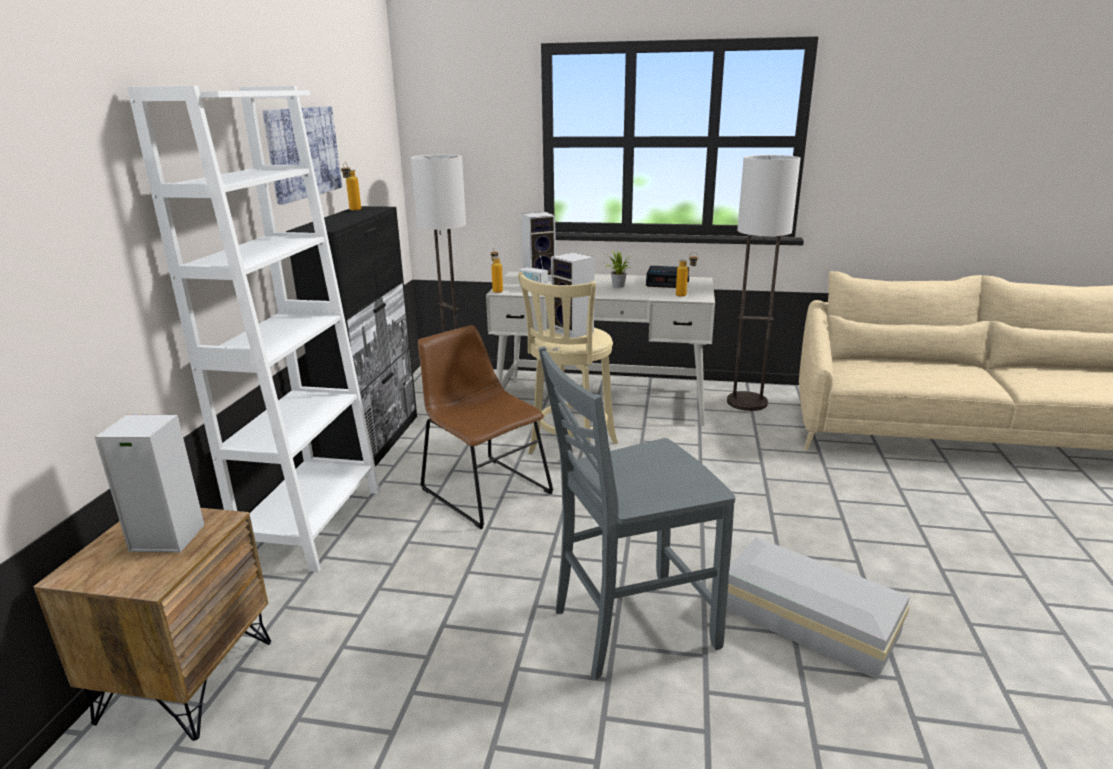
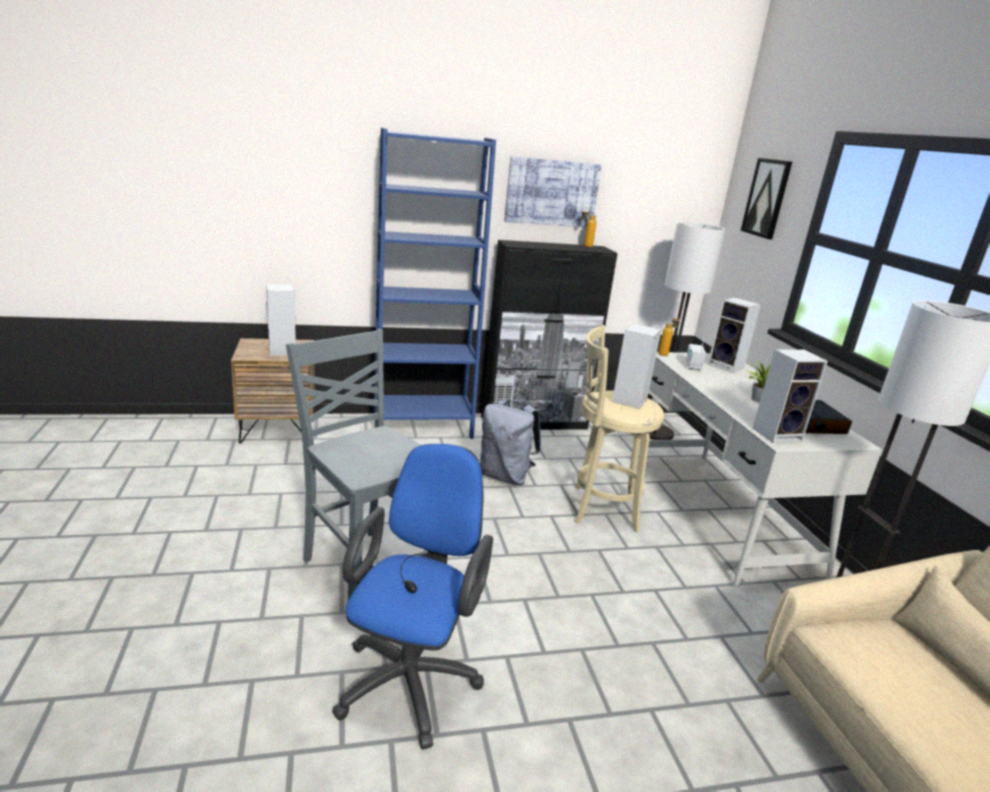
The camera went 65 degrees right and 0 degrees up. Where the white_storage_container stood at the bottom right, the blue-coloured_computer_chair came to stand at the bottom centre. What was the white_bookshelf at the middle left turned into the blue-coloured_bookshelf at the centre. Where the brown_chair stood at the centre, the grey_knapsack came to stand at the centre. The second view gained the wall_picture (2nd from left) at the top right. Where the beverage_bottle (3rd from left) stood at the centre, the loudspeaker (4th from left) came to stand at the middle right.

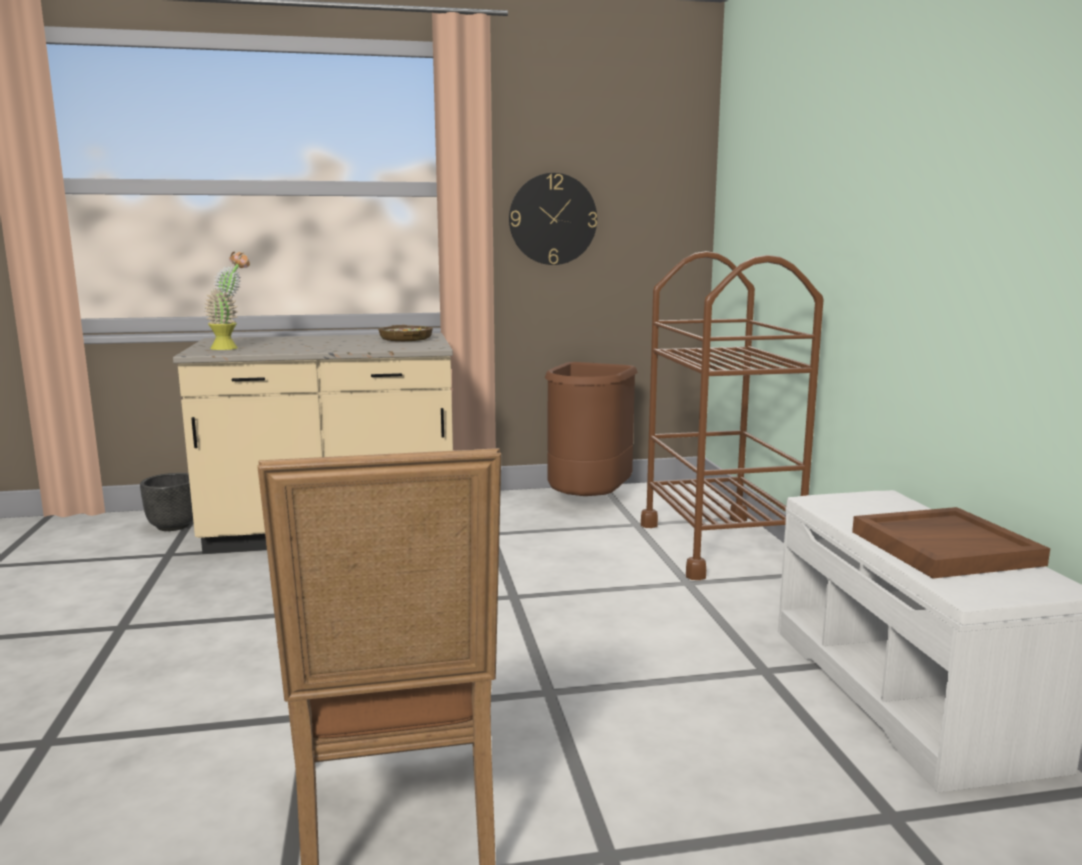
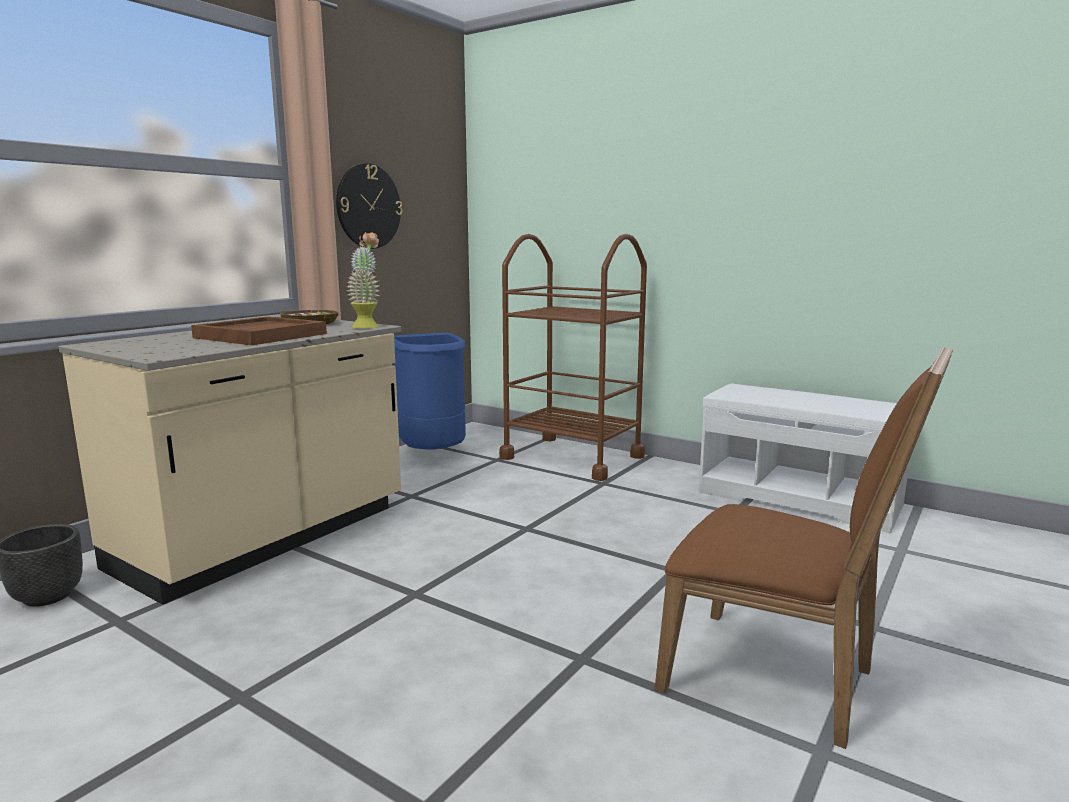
The camera went 45 degrees left and 0 degrees up. The brown_serving_tray ended up elsewhere, having gone from the middle right to the middle left. The potted_plant ended up elsewhere, having gone from the middle left to the centre. What was the brown_trash_can at the centre turned into the blue-coloured_trash_can at the centre.

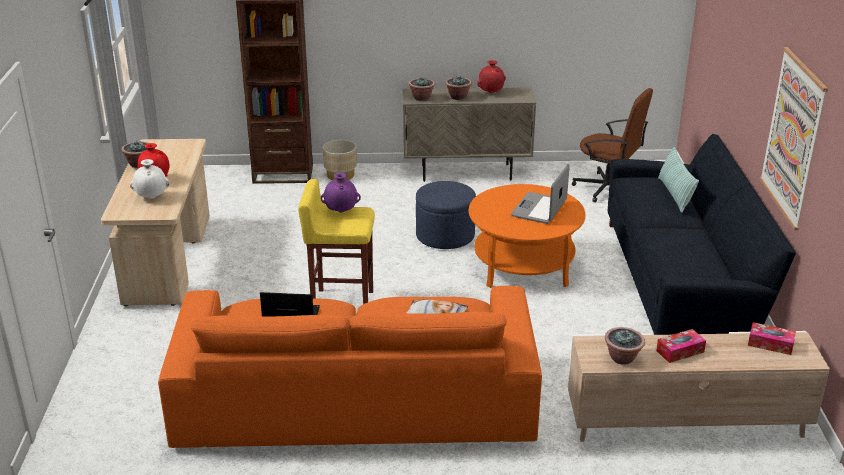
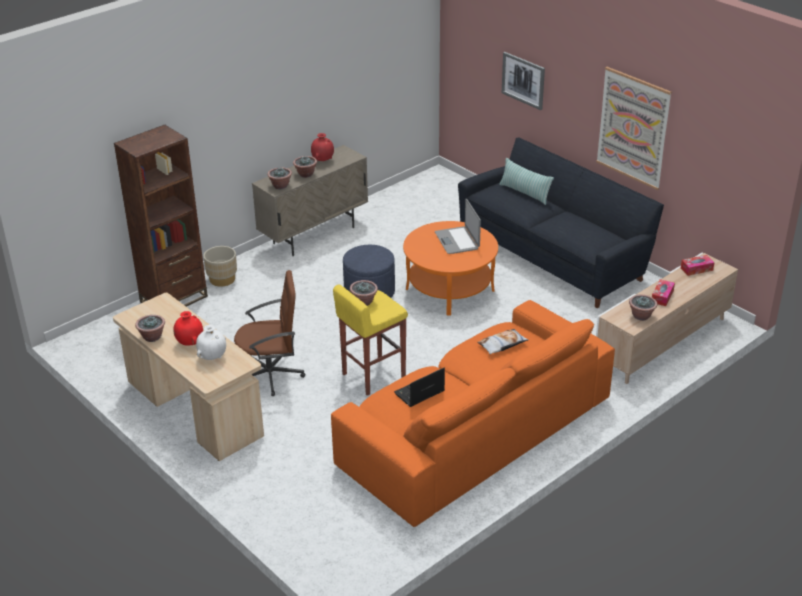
The camera went 40 degrees left and 5 degrees up. The brown_computer_chair ended up elsewhere, having gone from the top right to the centre. Where the purple-coloured_flower_vase stood at the centre, the potted_plant (4th from left) came to stand at the centre. The second view gained the wall_picture (1st from left) at the top centre.

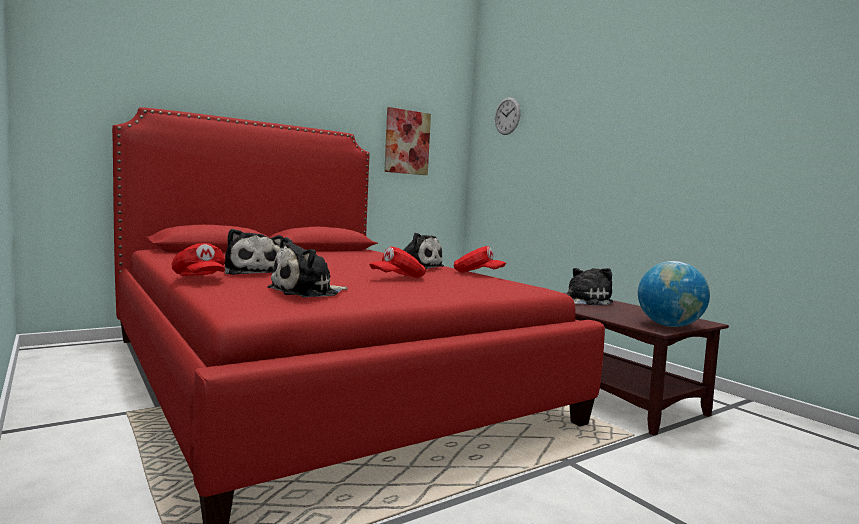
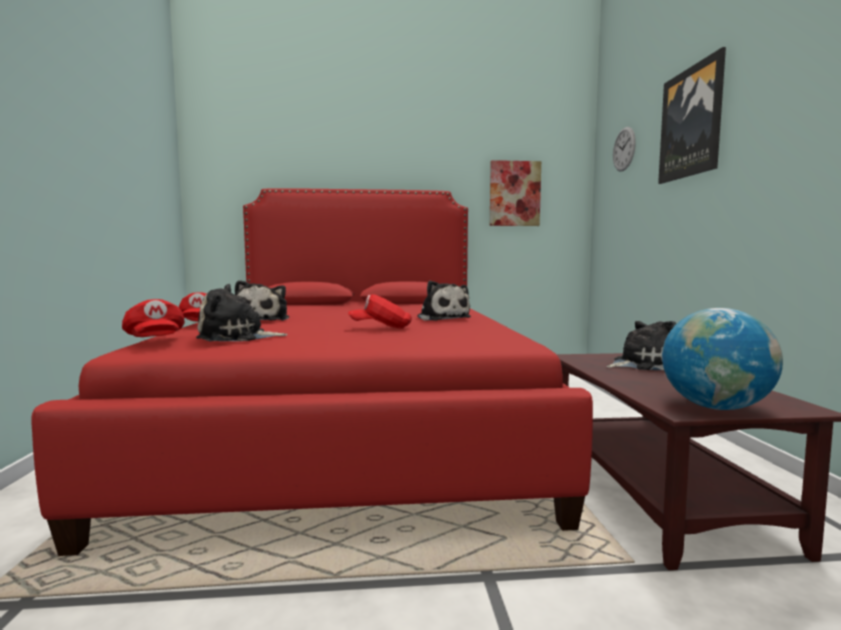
The camera went 30 degrees right and 0 degrees up. The reddish_peaked_cap (3rd from left in the first image) ended up elsewhere, having gone from the centre to the middle left. The second view gained the wall_picture (2nd from left) at the top right.

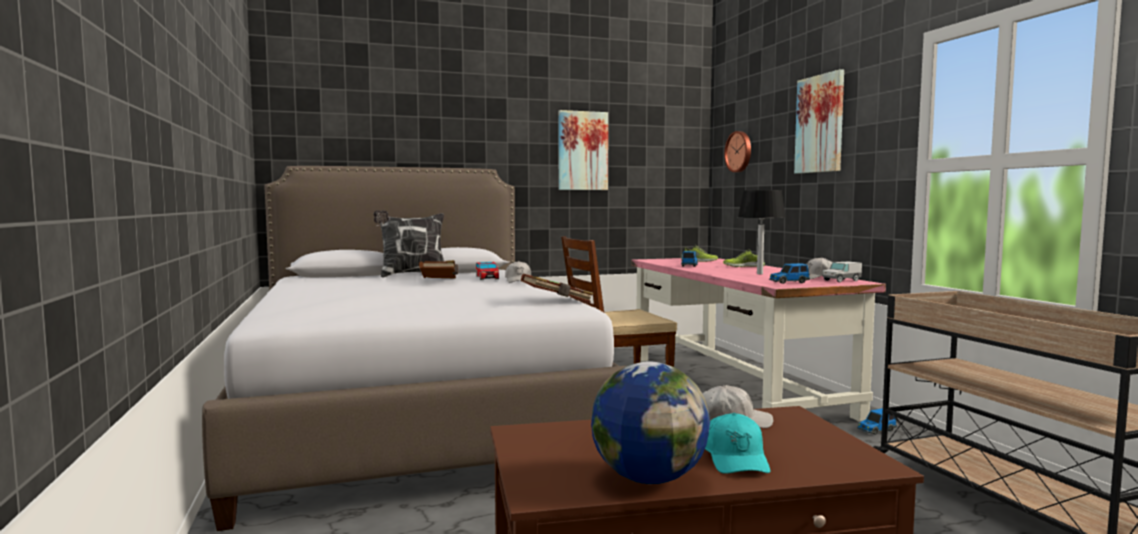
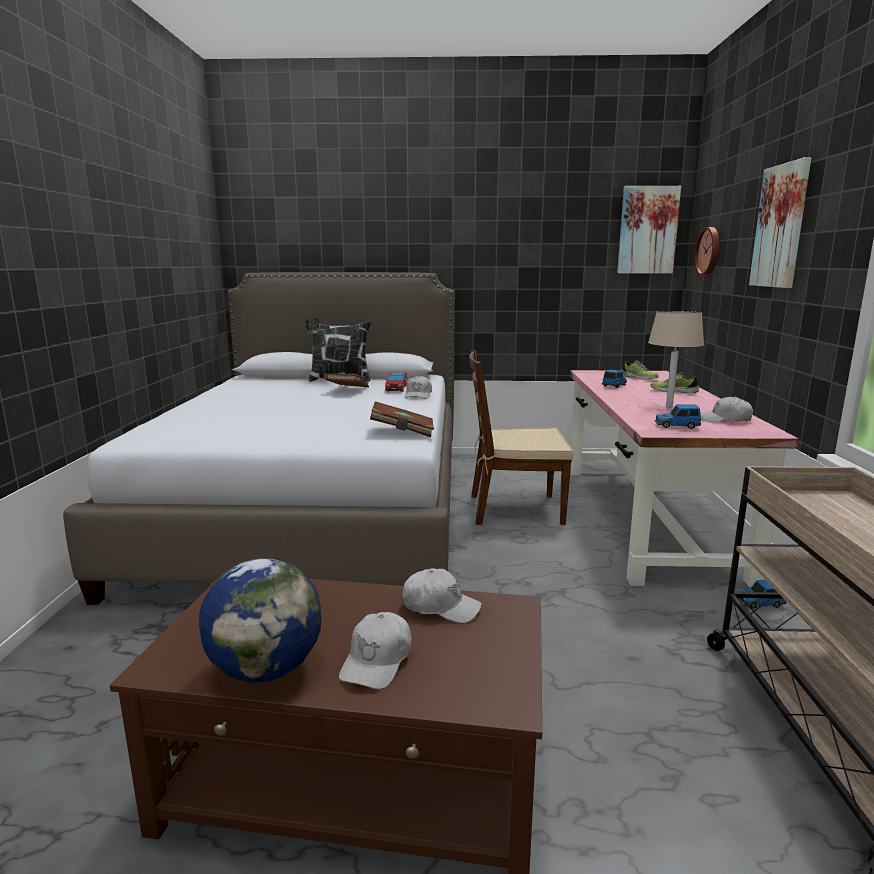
The camera went 20 degrees right and 10 degrees up. What was the turquoise_peaked_cap at the bottom centre turned into the white_peaked_cap (1st from left) at the bottom centre. The wall_picture (1st from left) ended up elsewhere, having gone from the top centre to the top right. What was the black_table_lamp at the middle right turned into the beige-coloured_table_lamp at the middle right. The second view lost the toy_lorry at the middle right.

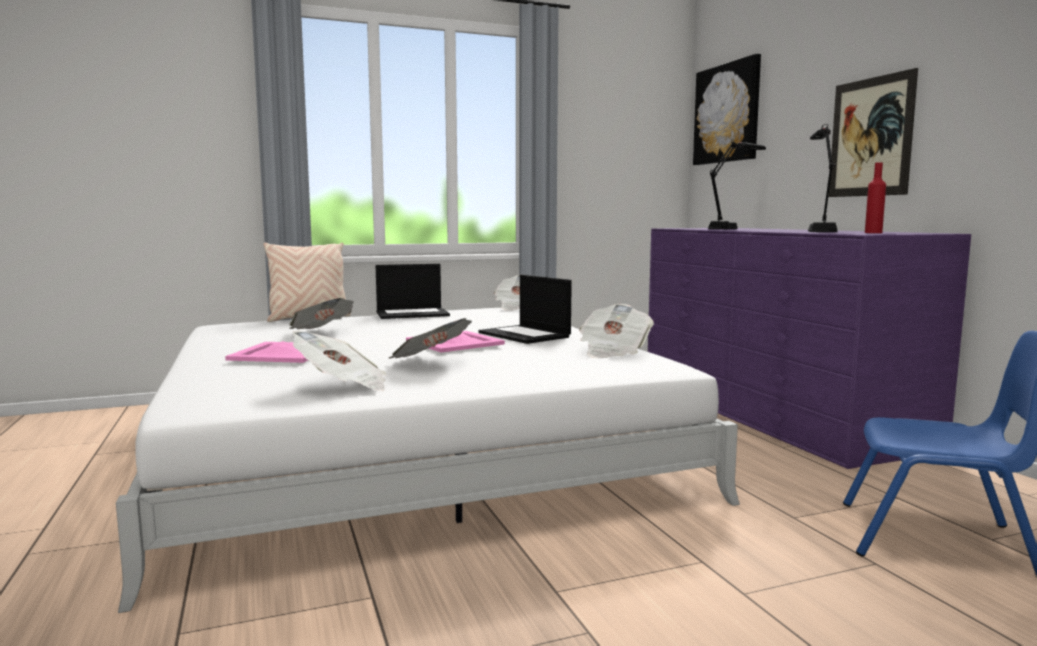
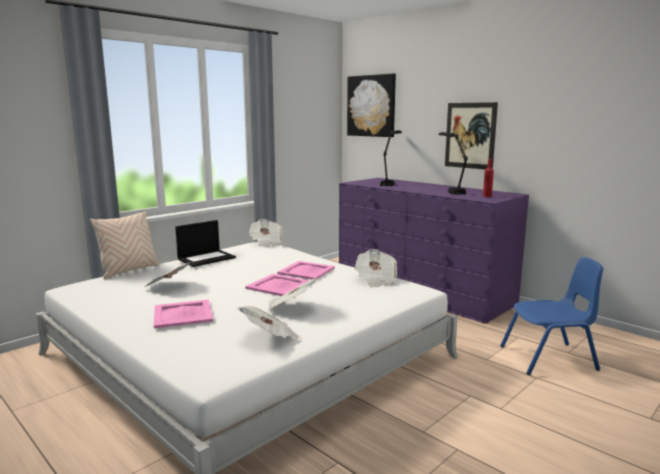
The camera went 25 degrees left and 5 degrees up. Where the notebook_computer (2nd from left) stood at the centre, the pinkish_serving_tray (3rd from left) came to stand at the centre.

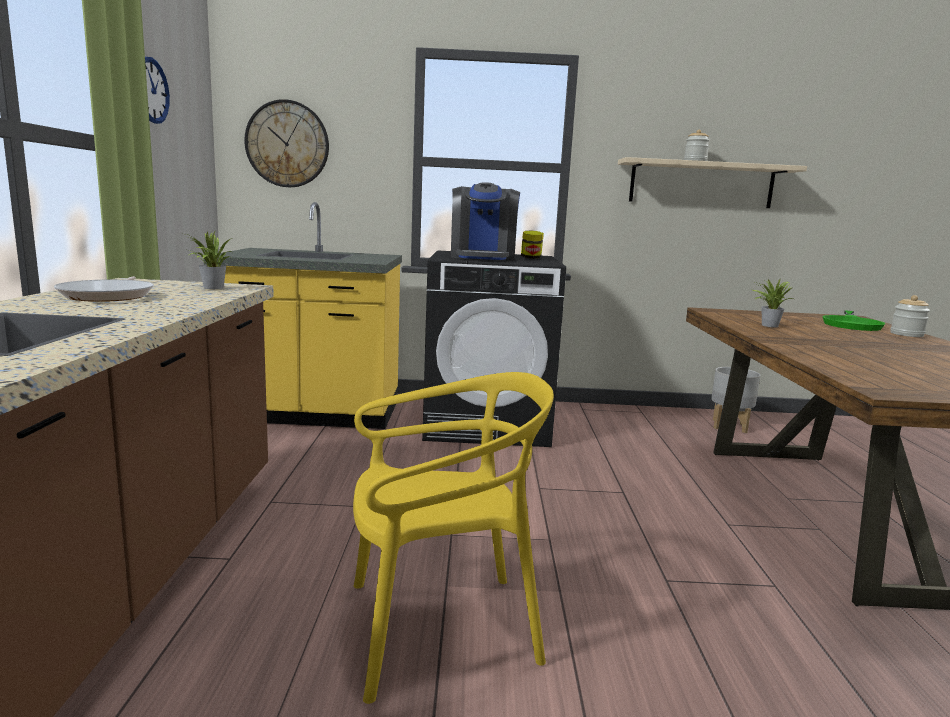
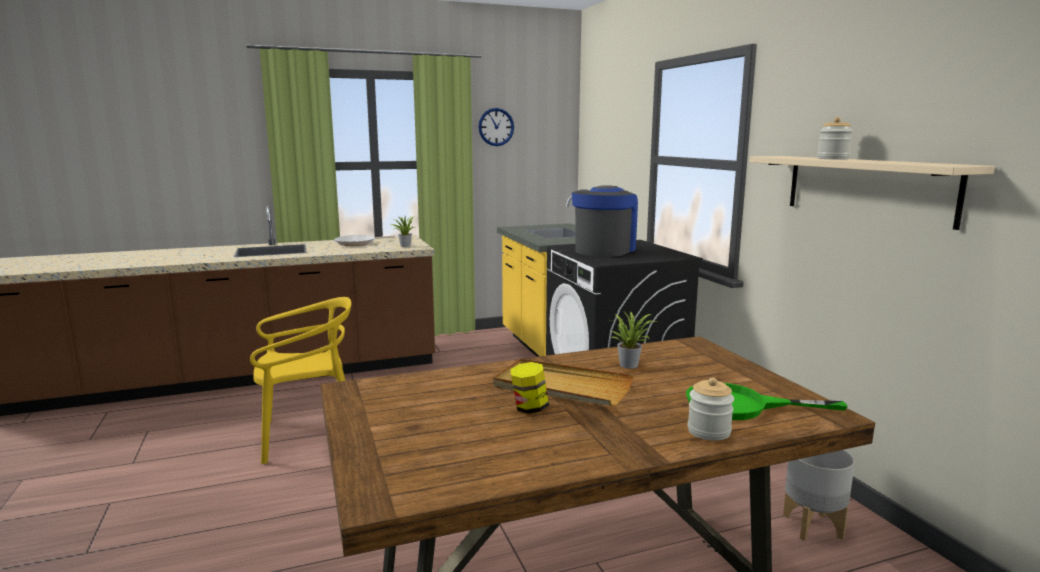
The camera went 70 degrees right and 0 degrees up. The yellowish_chair at the bottom centre ended up facing another way, 75 degrees counterclockwise from before. The second view gained the beige-coloured_serving_tray at the bottom centre. The storage_jar (1st from left) ended up elsewhere, having gone from the centre to the bottom centre. The coffee_maker at the top centre ended up facing another way, 135 degrees clockwise from before. The second view lost the wall_clock (2nd from left) at the top left.

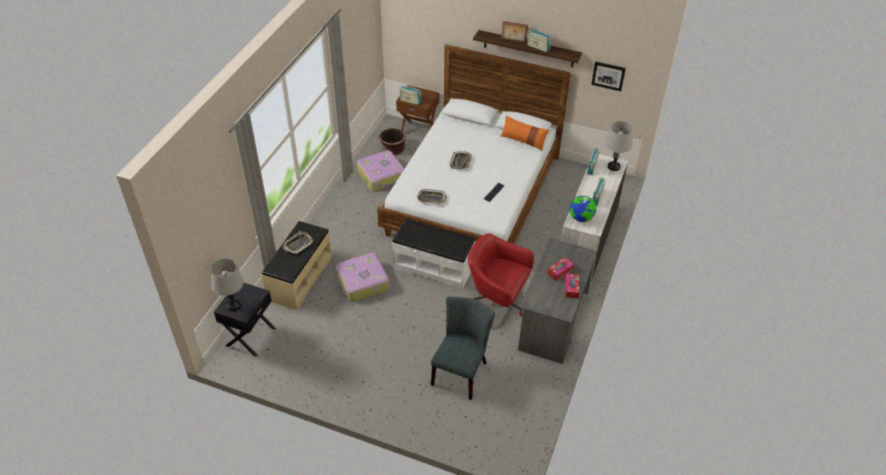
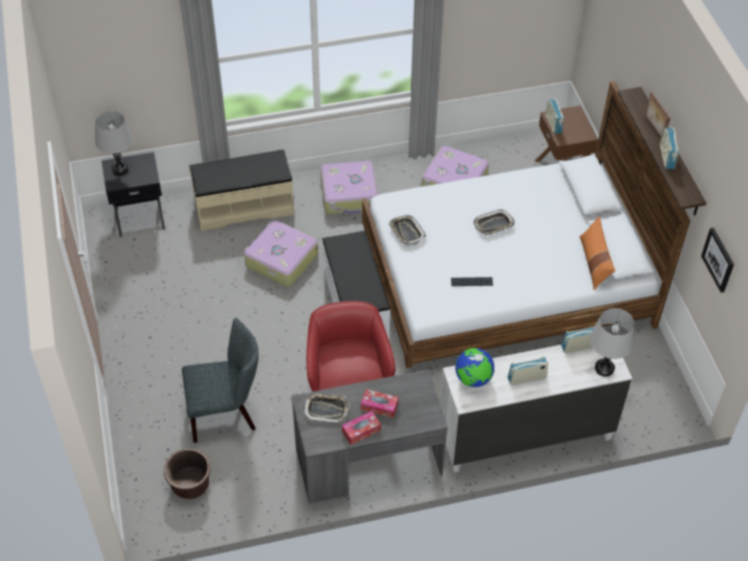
The camera went 55 degrees right and 5 degrees up. The brown_flower_pot ended up elsewhere, having gone from the top centre to the bottom left. The serving_tray (1st from left) ended up elsewhere, having gone from the centre to the bottom centre. The second view gained the travel_case (2nd from left) at the centre.

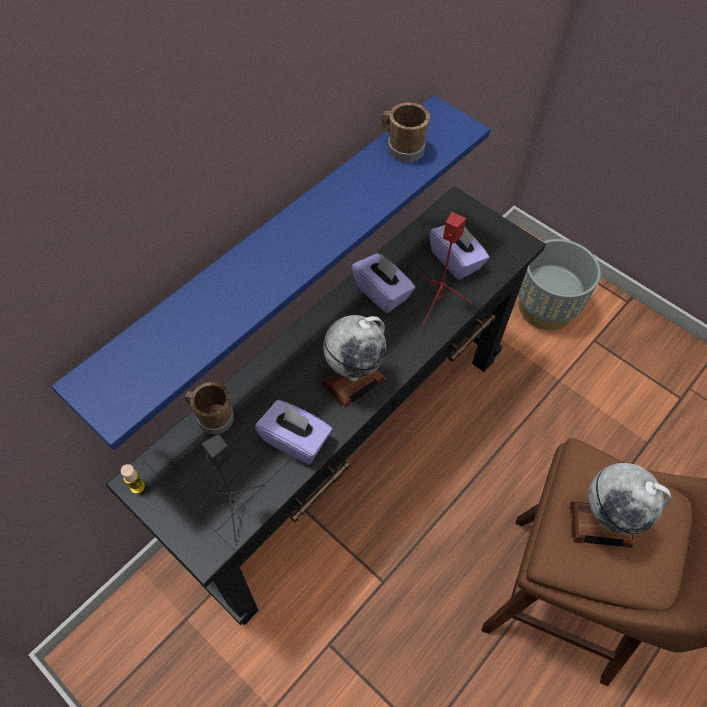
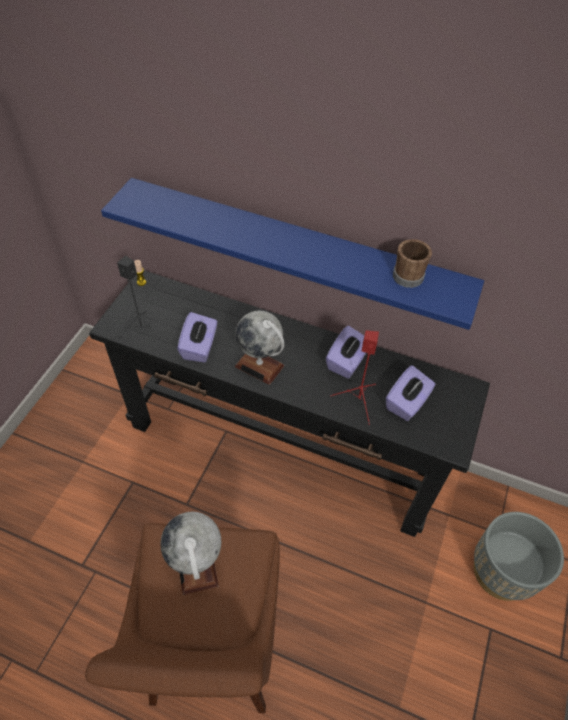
The camera went 70 degrees right and 5 degrees down. The second view lost the brown_mug (1st from left) at the middle left.

